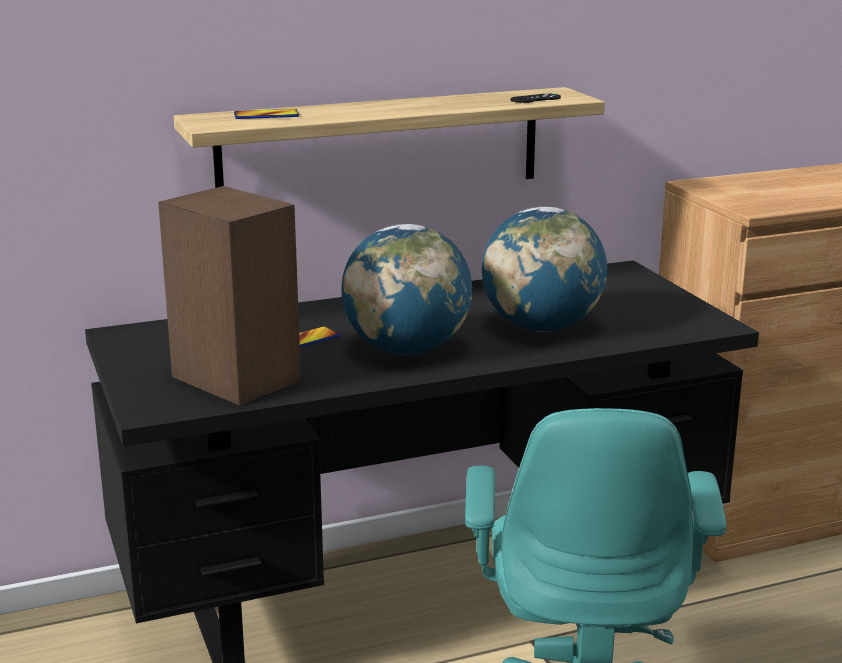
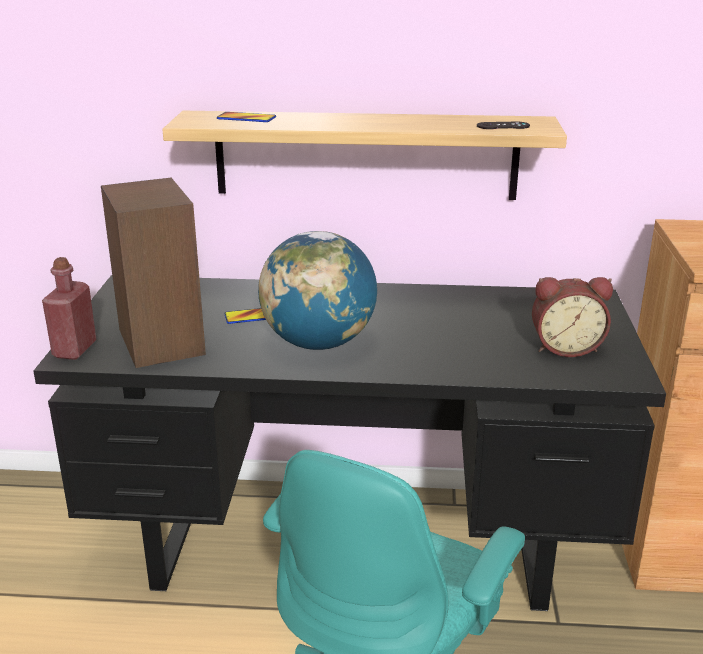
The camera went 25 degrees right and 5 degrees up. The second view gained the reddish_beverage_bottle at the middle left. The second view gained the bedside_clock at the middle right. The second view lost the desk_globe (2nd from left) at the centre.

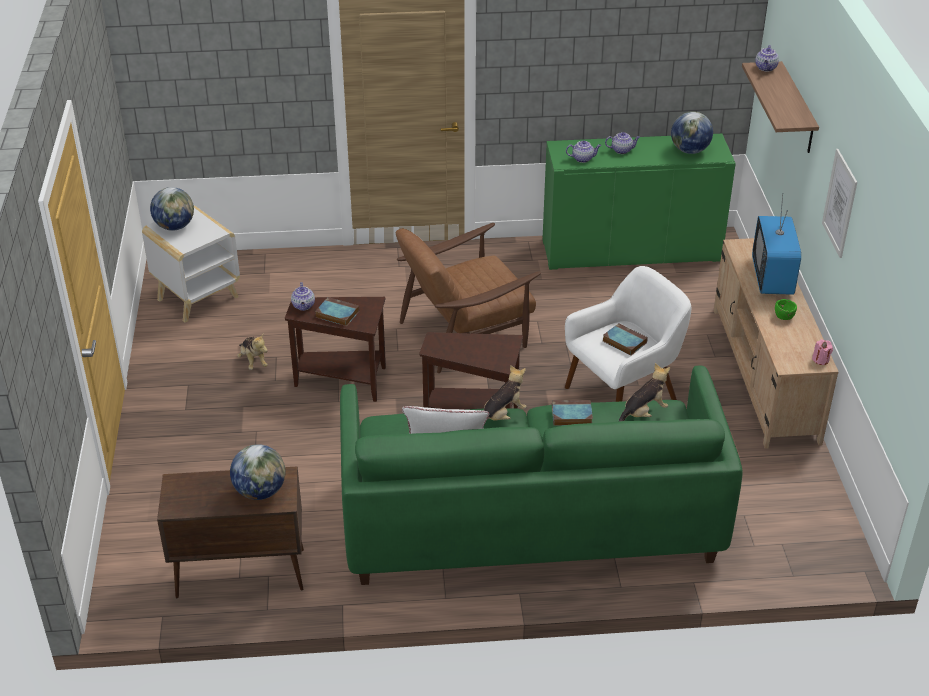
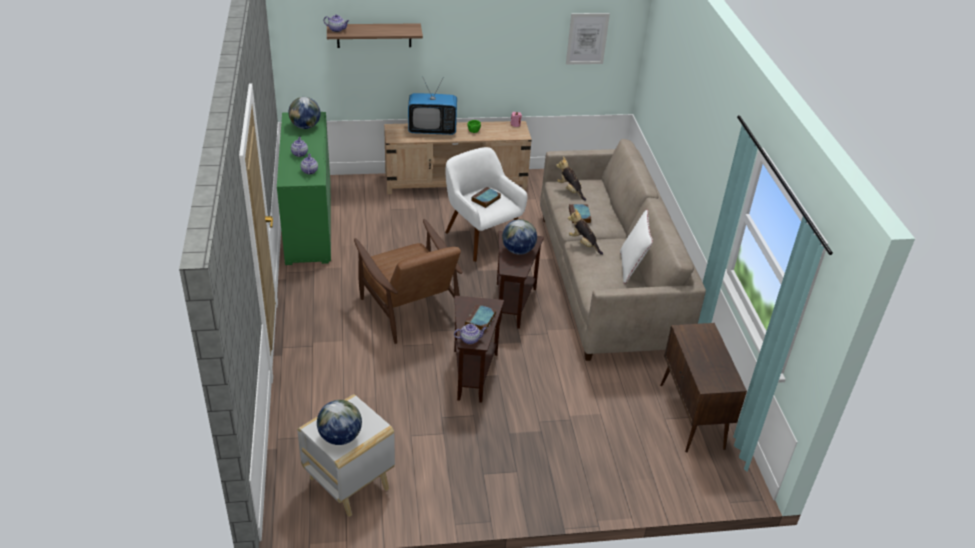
The camera went 95 degrees left and 0 degrees up. The desk_globe (2nd from left in the first image) ended up elsewhere, having gone from the bottom left to the centre. What was the greenish_couch at the bottom centre turned into the beige-coloured_couch at the centre. The wall_picture ended up elsewhere, having gone from the top right to the top centre. The second view lost the soft_toy (1st from left) at the middle left.

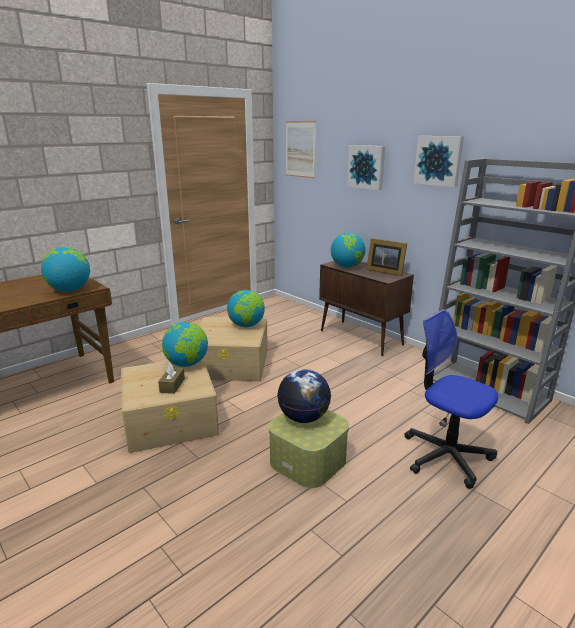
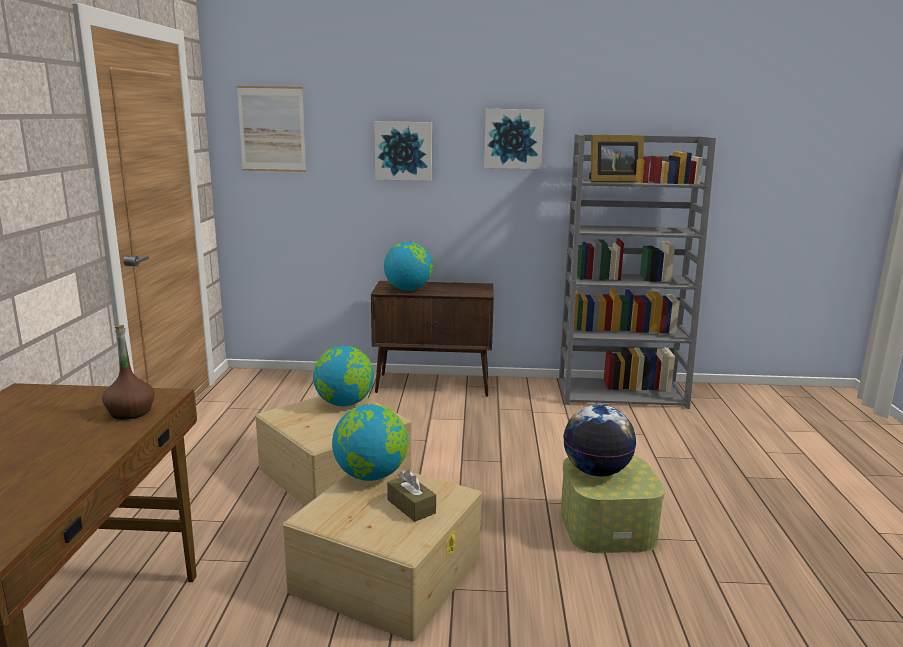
The camera went 45 degrees left and 5 degrees down. Where the desk_globe (1st from left) stood at the middle left, the brown_beverage_bottle came to stand at the middle left. The photo_frame ended up elsewhere, having gone from the middle right to the top right. The second view lost the computer_chair at the middle right.

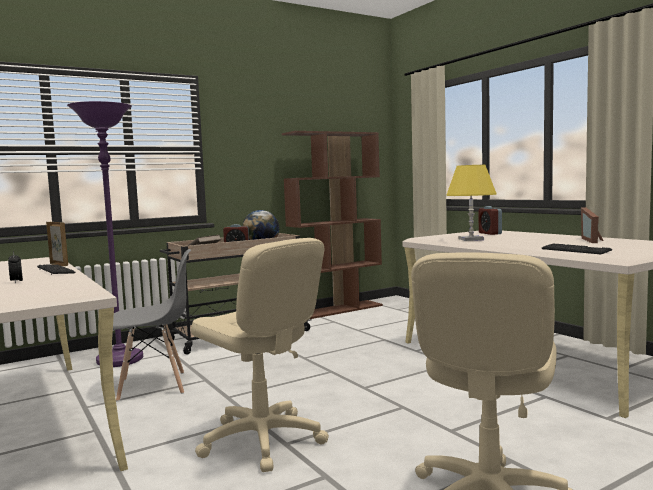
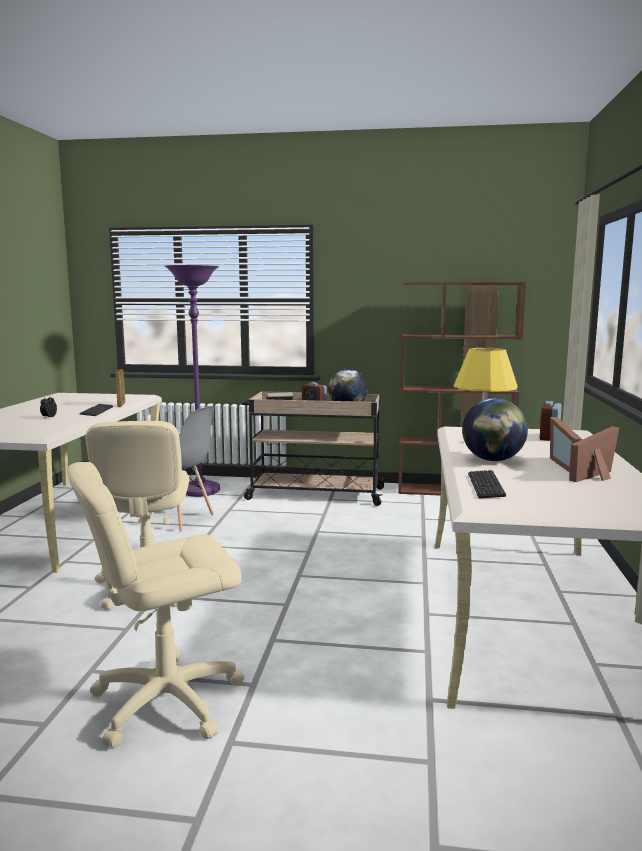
The camera went 40 degrees right and 5 degrees up. The second view gained the desk_globe (2nd from left) at the middle right. The second view gained the photo_frame (2nd from left) at the middle right.

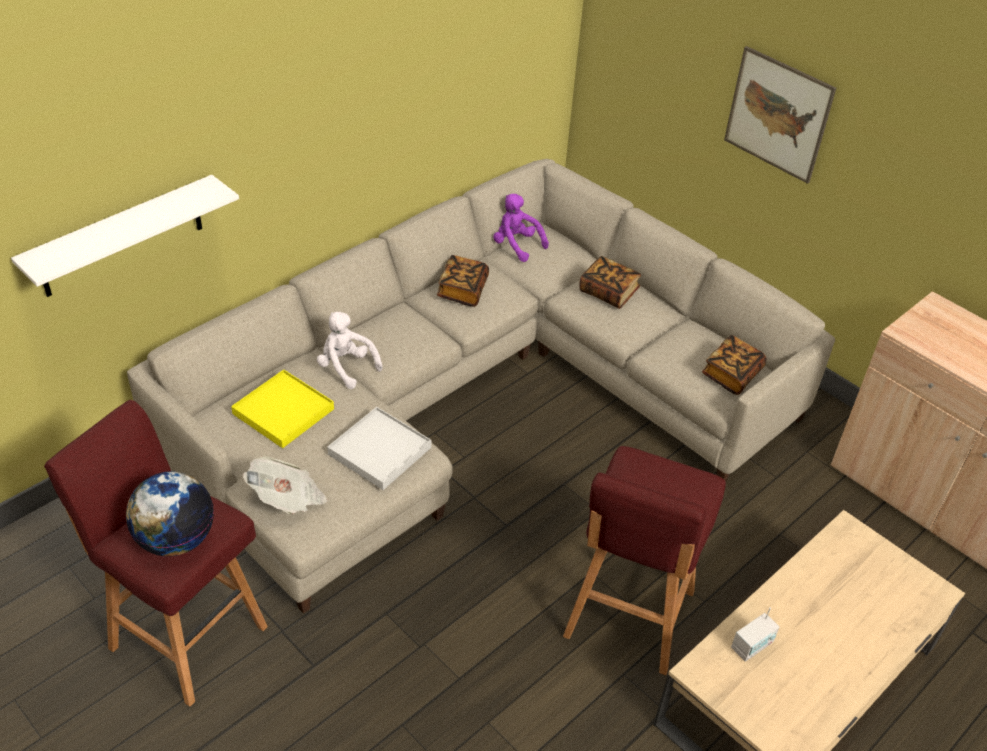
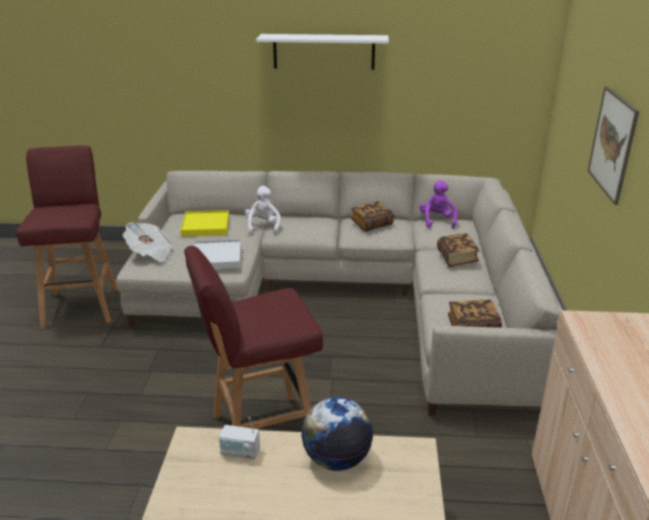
The camera went 50 degrees right and 15 degrees down. The white_wall_shelf ended up elsewhere, having gone from the top left to the top centre. The desk_globe ended up elsewhere, having gone from the bottom left to the bottom centre.

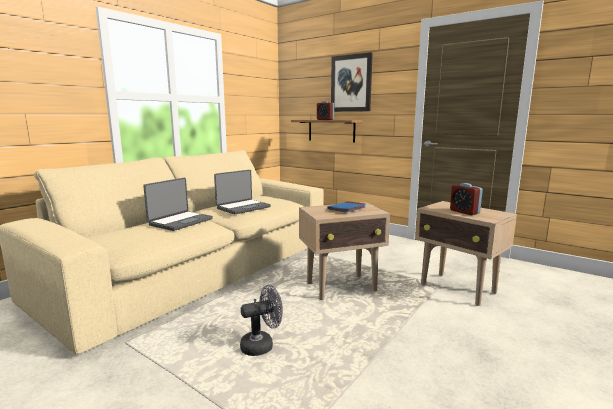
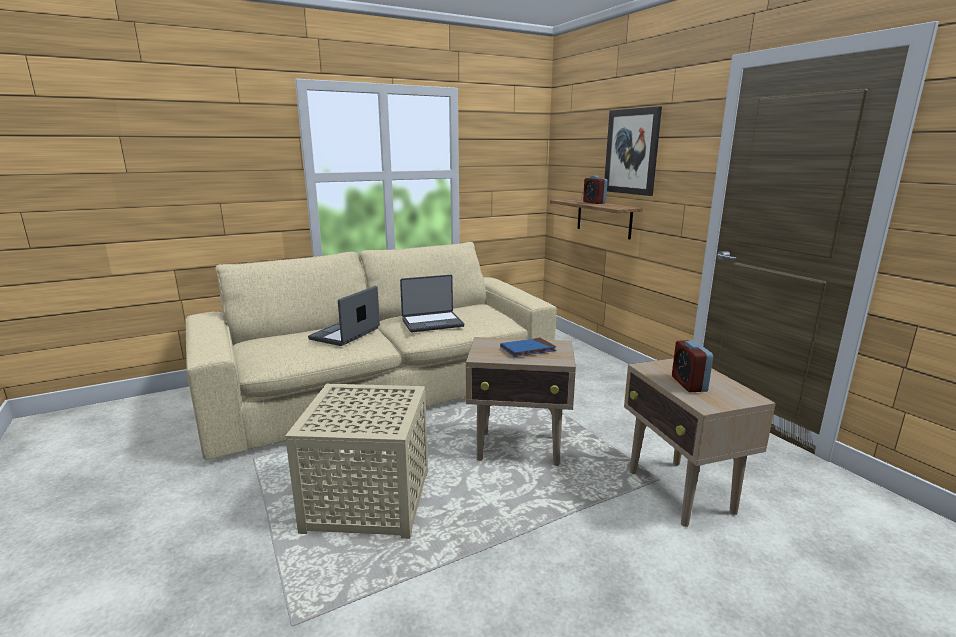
The camera went 25 degrees right and 5 degrees up. Where the grey_electric_fan stood at the bottom centre, the beige-coloured_end_table (1st from left) came to stand at the bottom centre. The notebook_computer (1st from left) at the middle left ended up facing another way, 150 degrees clockwise from before.

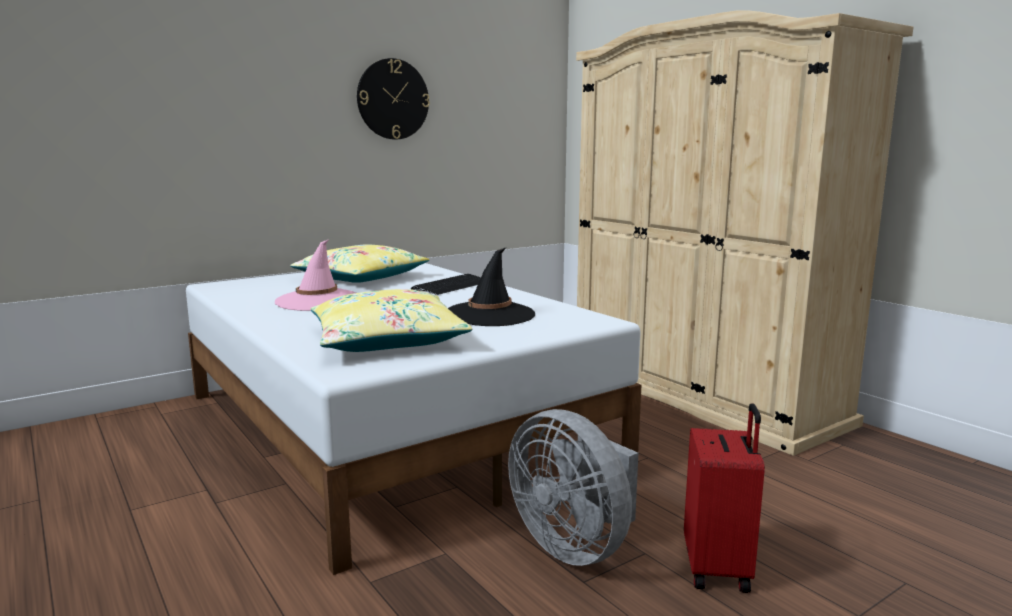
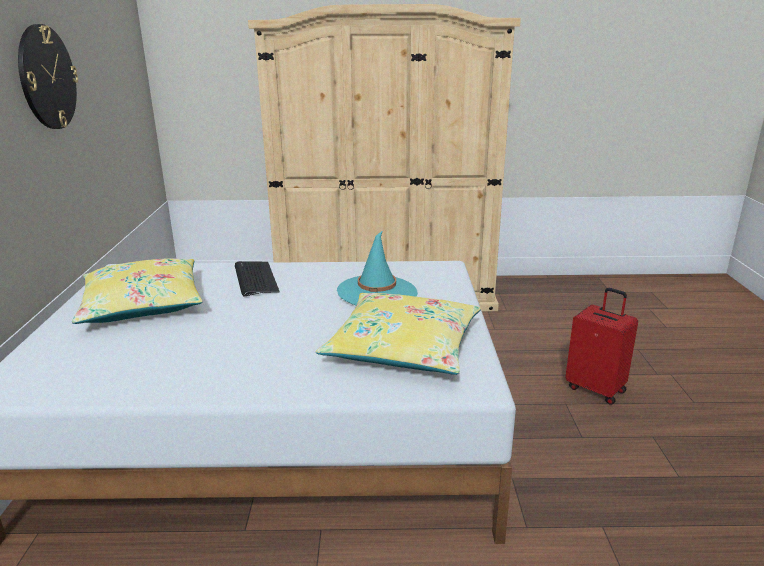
The camera went 55 degrees left and 10 degrees up. What was the black_clothing_hat at the centre turned into the turquoise_clothing_hat at the centre. The second view lost the pinkish_clothing_hat at the middle left. The second view lost the grey_electric_fan at the bottom centre.

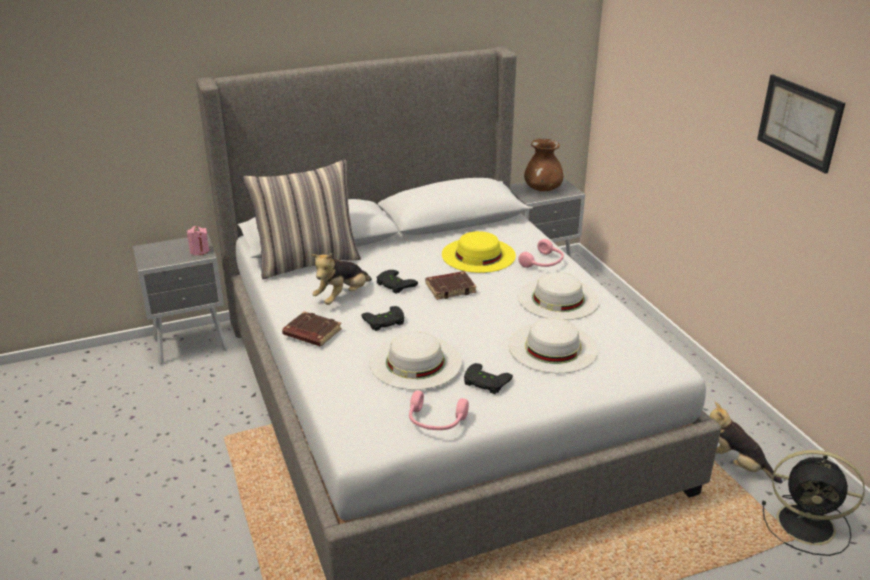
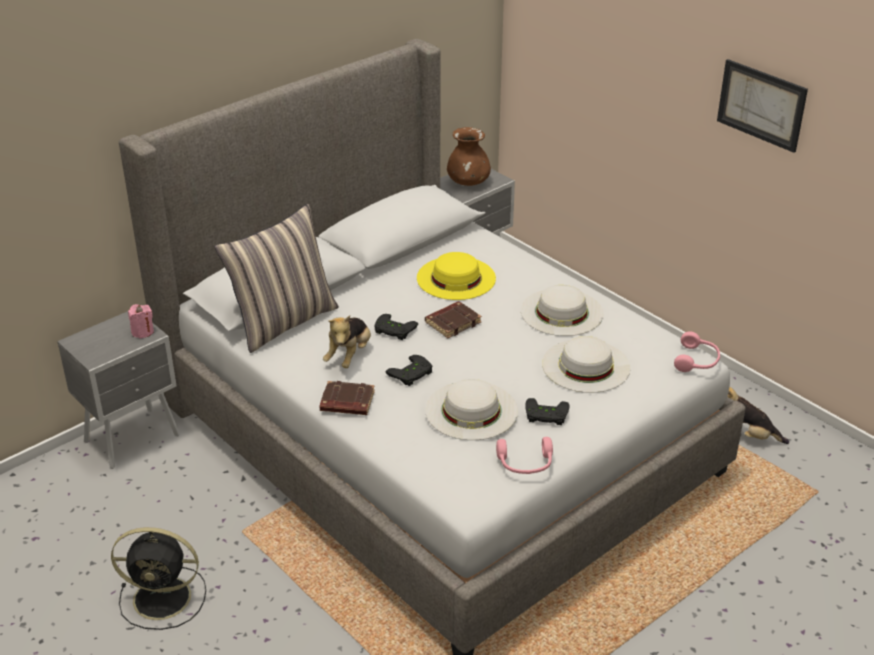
The camera went 20 degrees left and 5 degrees up. The black_electric_fan ended up elsewhere, having gone from the bottom right to the bottom left. The pinkish_headphones (2nd from left) ended up elsewhere, having gone from the centre to the middle right.

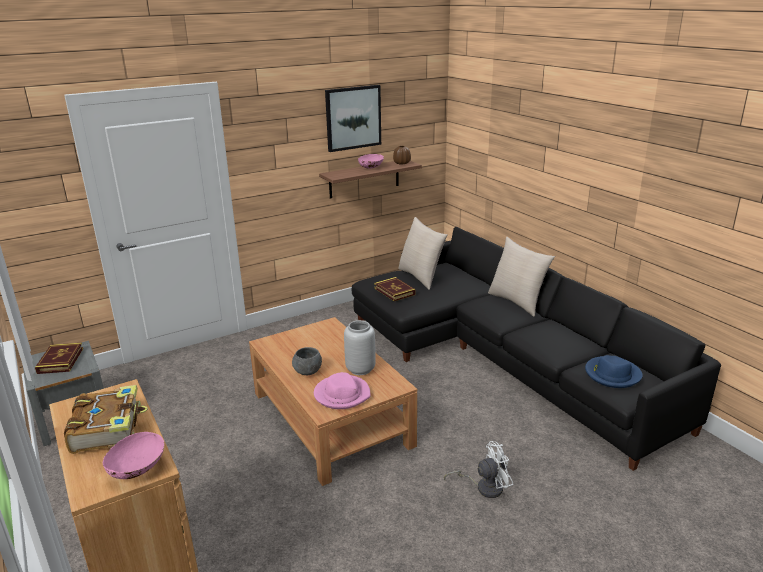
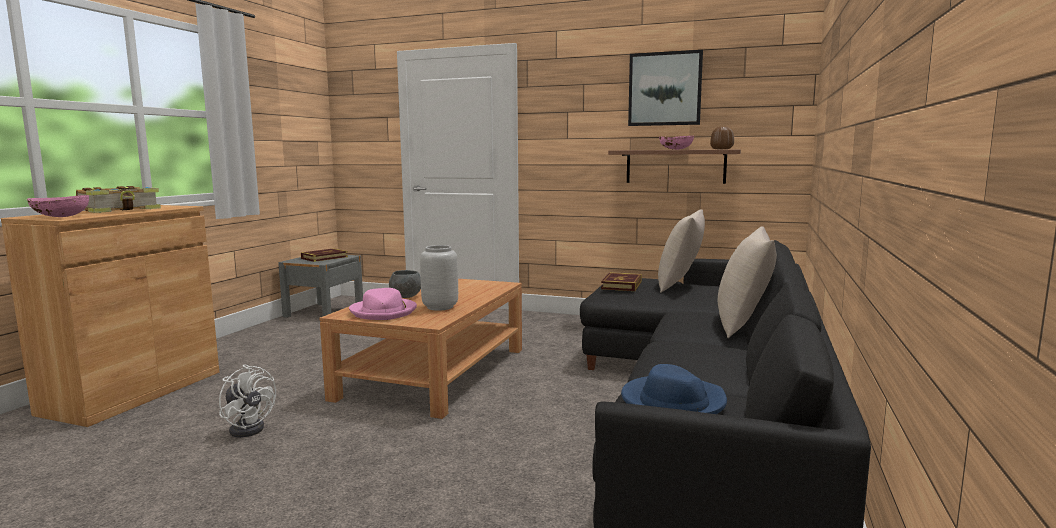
The camera went 50 degrees right and 15 degrees down. The white_electric_fan ended up elsewhere, having gone from the bottom centre to the bottom left.

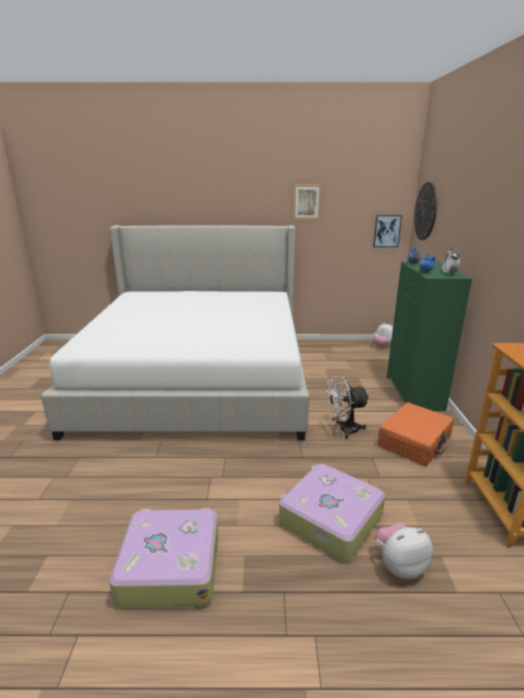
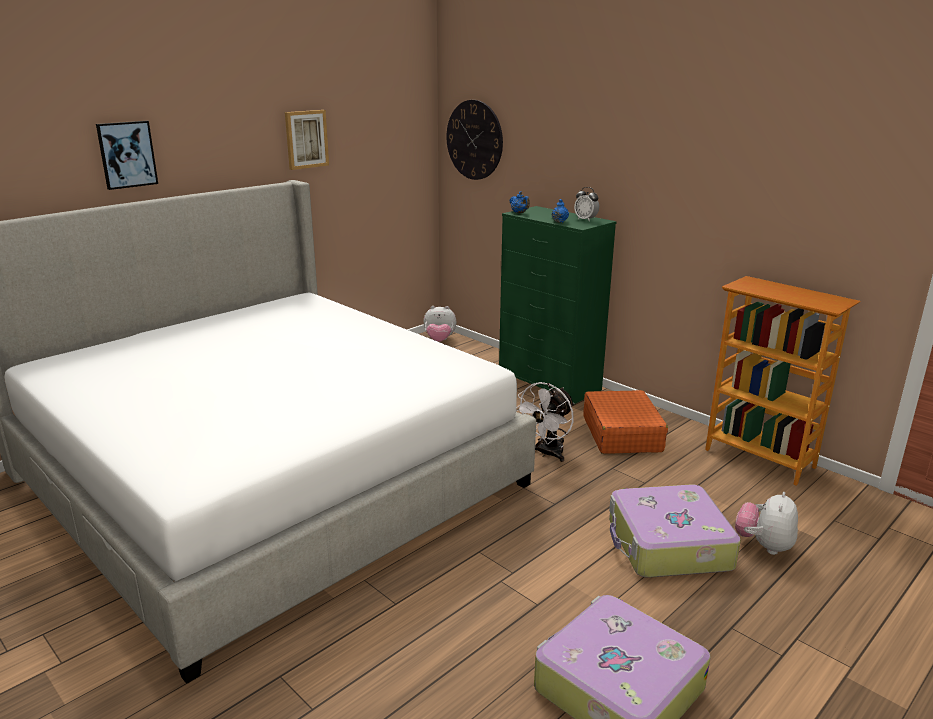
The camera went 45 degrees left and 0 degrees up. The wall_picture (2nd from left in the first image) ended up elsewhere, having gone from the top right to the top left.

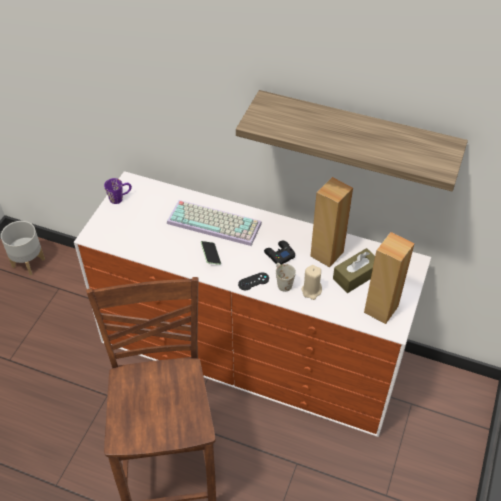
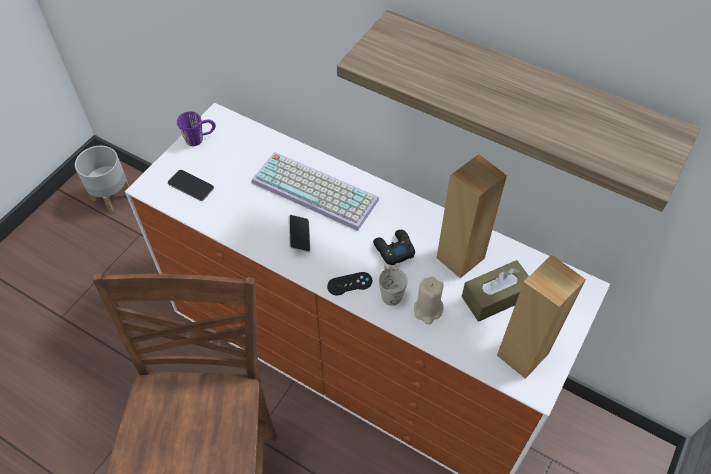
The camera went 10 degrees right and 5 degrees up. The second view gained the phone (1st from left) at the middle left.

